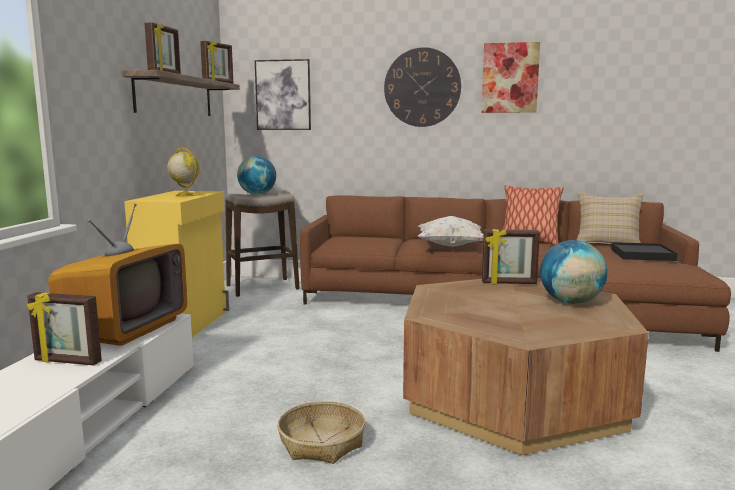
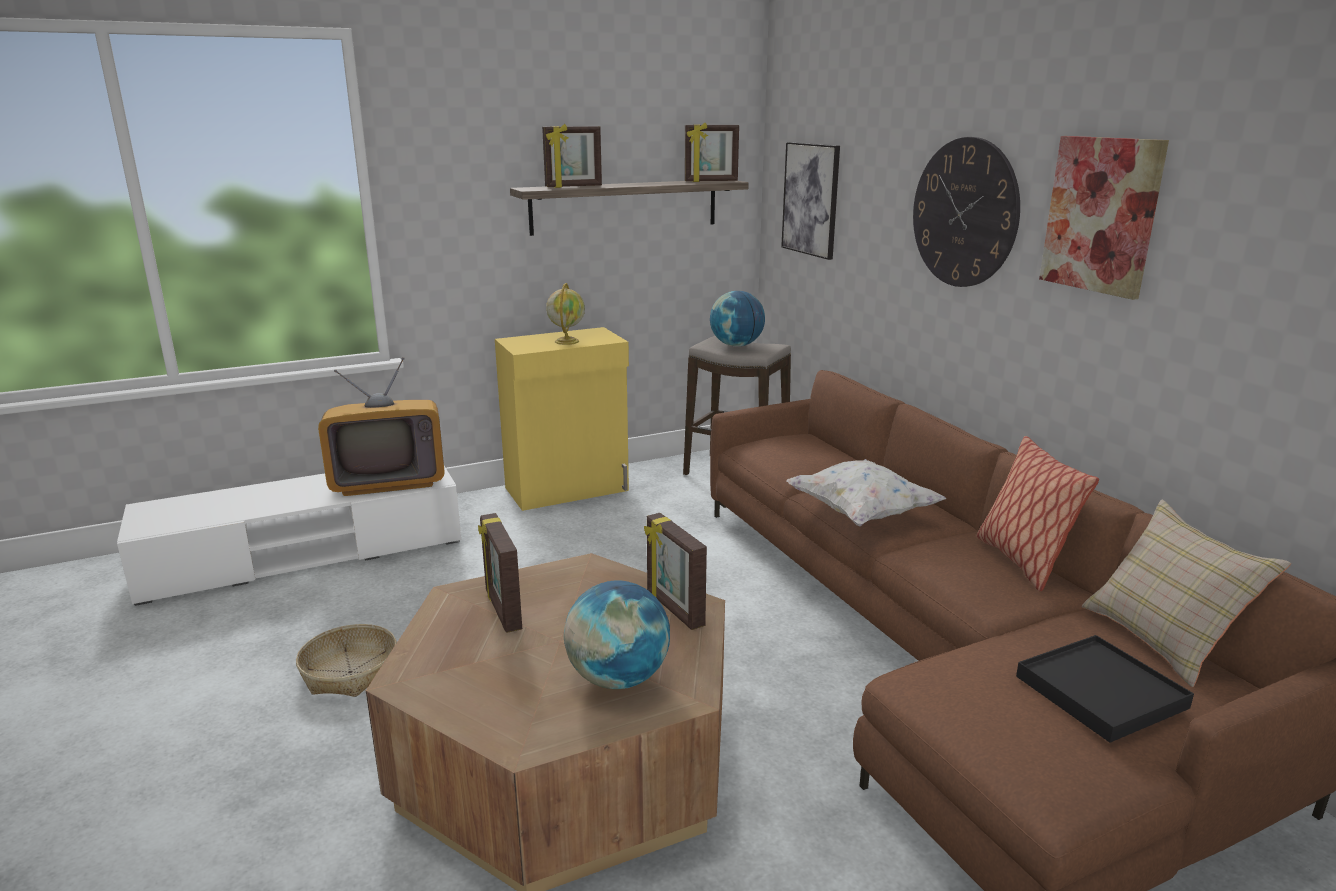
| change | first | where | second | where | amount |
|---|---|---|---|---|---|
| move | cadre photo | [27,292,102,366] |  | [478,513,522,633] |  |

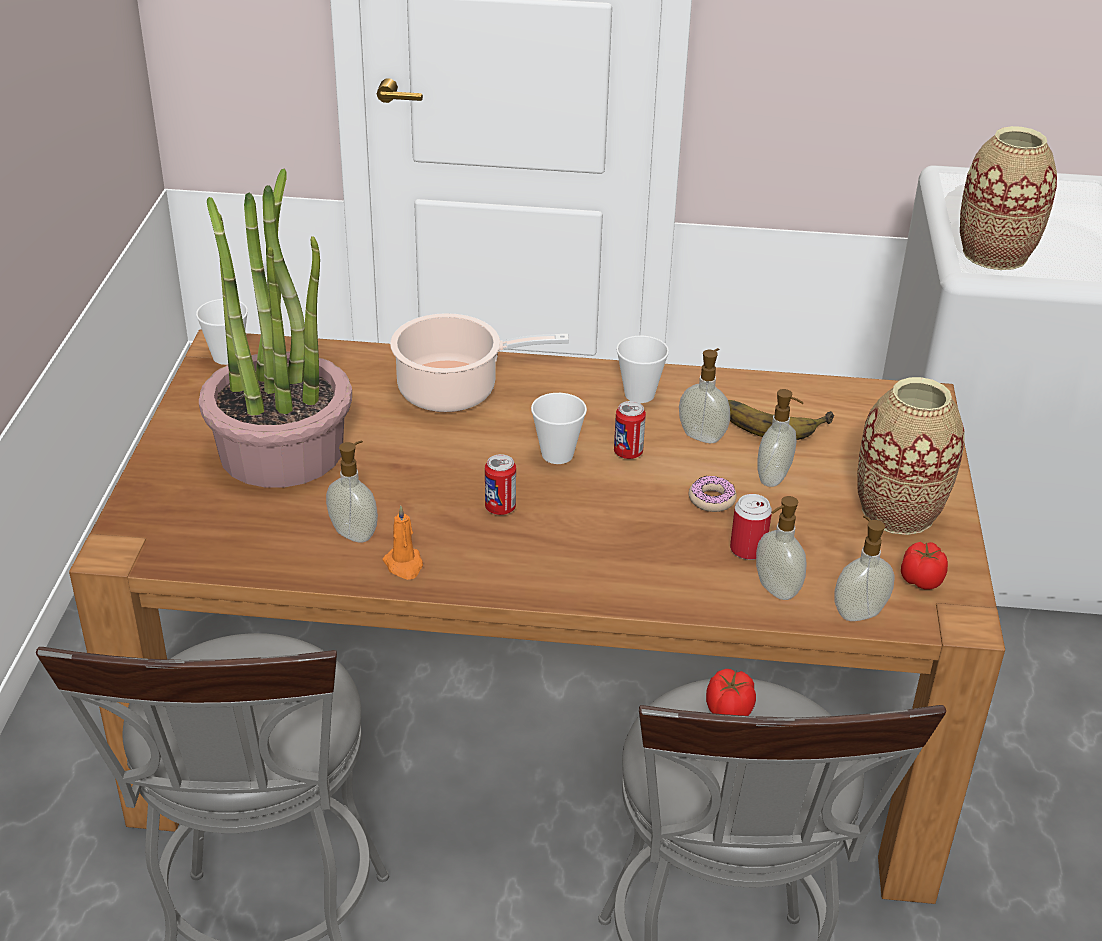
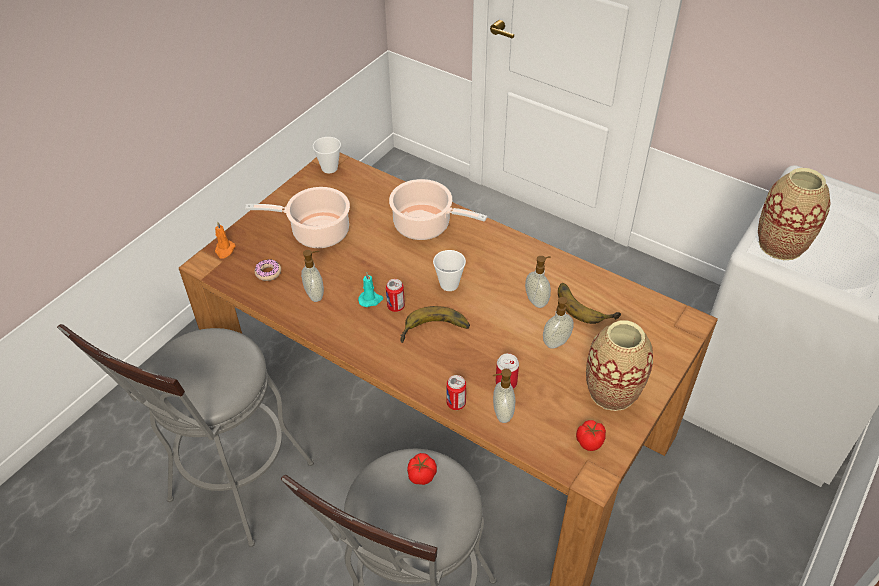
| change | first | where | second | where | amount |
|---|---|---|---|---|---|
| move | bougie/orange | [383,505,423,580] |  | [215,221,236,259] |  |
| replace | plante en pot | [199,168,352,488] | marmite | [245,187,350,248] |  |
| move | beignet | [689,476,737,512] |  | [255,259,281,281] |  |
| insert |  |  | bougie/turquoise | [358,272,383,307] |  |
| insert |  |  | banane | [400,306,470,343] |  |
| move | boîte métallique | [614,401,646,459] |  | [446,375,466,410] |  |
| delete | tasse | [616,335,669,403] |  |  |  |
| delete | distributeur de savon | [834,516,895,621] |  |  |  |

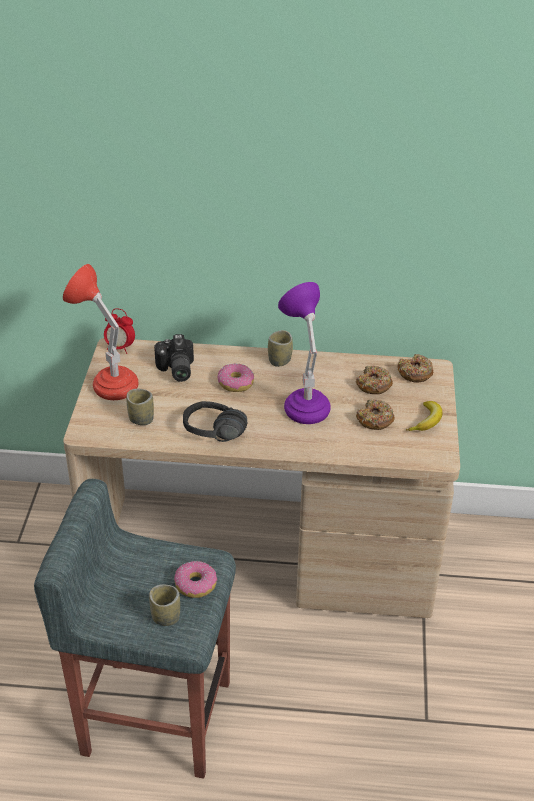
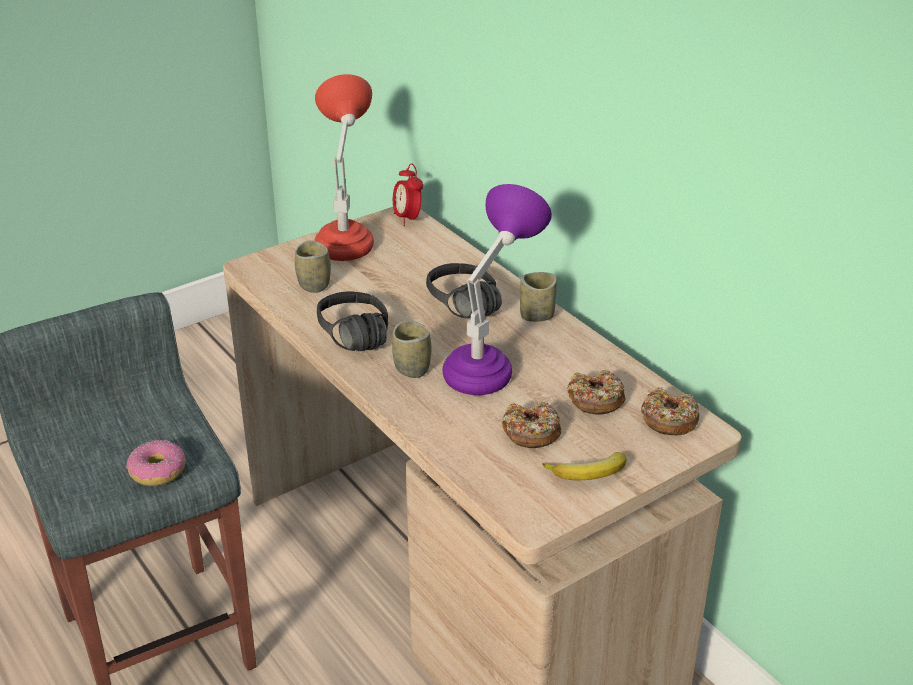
| change | first | where | second | where | amount |
|---|---|---|---|---|---|
| move | tasse | [149,584,180,626] |  | [392,320,431,378] |  |
| replace | beignet | [217,364,254,392] | casque audio/noir | [426,263,502,319] |  |
| delete | appareil photo | [154,334,194,382] |  |  |  |

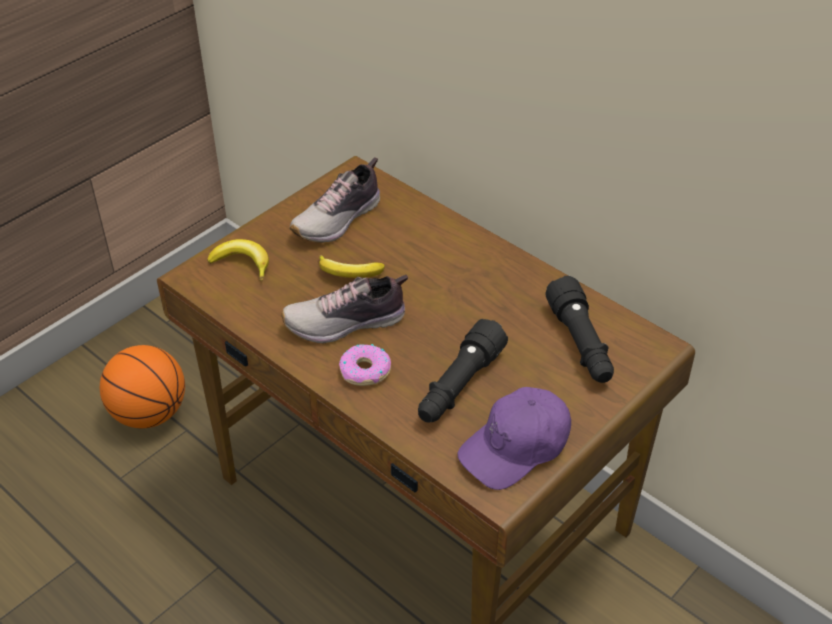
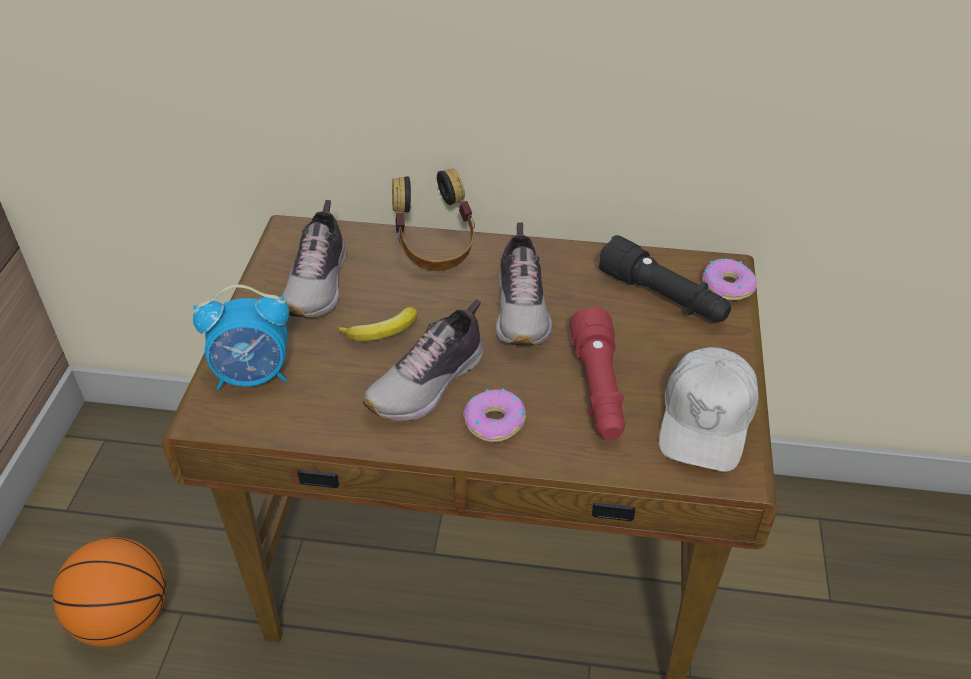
| change | first | where | second | where | amount |
|---|---|---|---|---|---|
| replace | banane | [207,239,269,281] | réveil | [193,284,289,390] |  |
| insert |  |  | casque audio | [392,168,475,271] |  |
| insert |  |  | chaussure | [496,223,552,346] |  |
| recolor | lampe de poche/noir | [418,319,508,423] | lampe de poche/rouge | [569,307,625,440] |  |
| recolor | casquette/violet | [457,387,571,490] | casquette/blanc | [659,347,758,472] |  |
| insert |  |  | beignet | [702,258,757,301] |  |

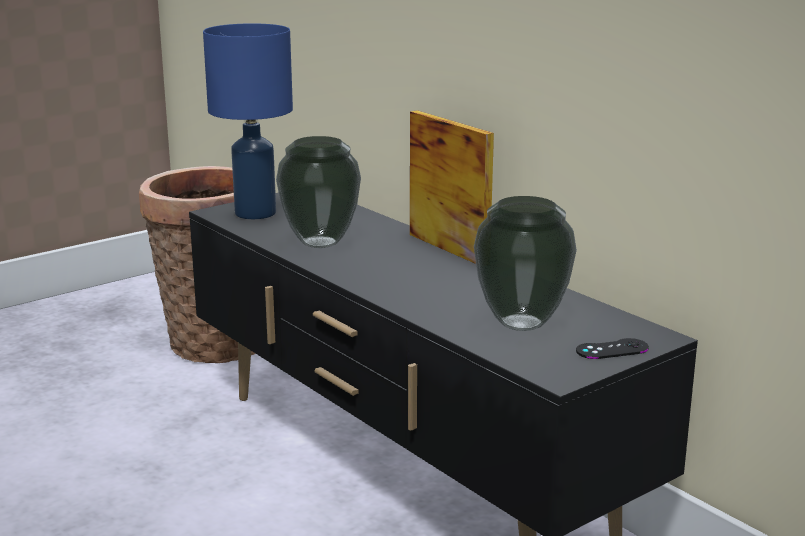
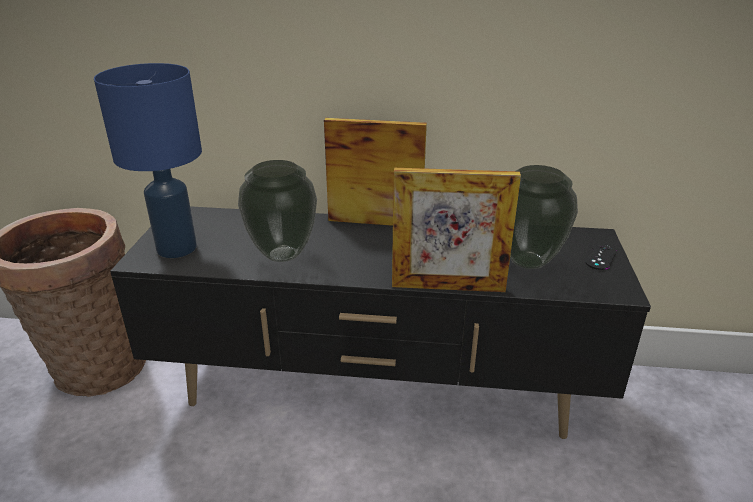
| change | first | where | second | where | amount |
|---|---|---|---|---|---|
| insert |  |  | cadre photo | [392,168,521,292] |  |

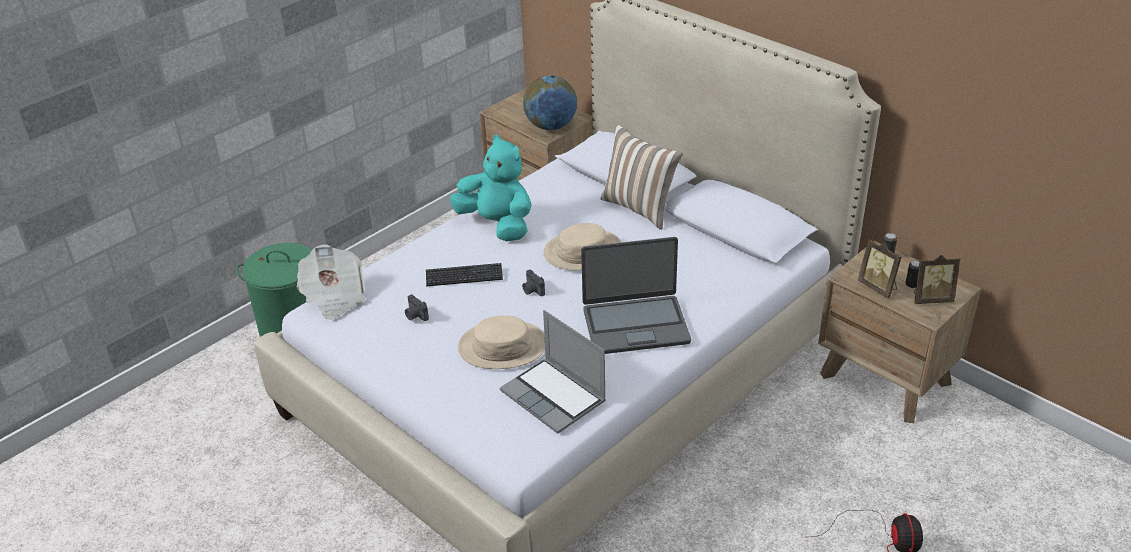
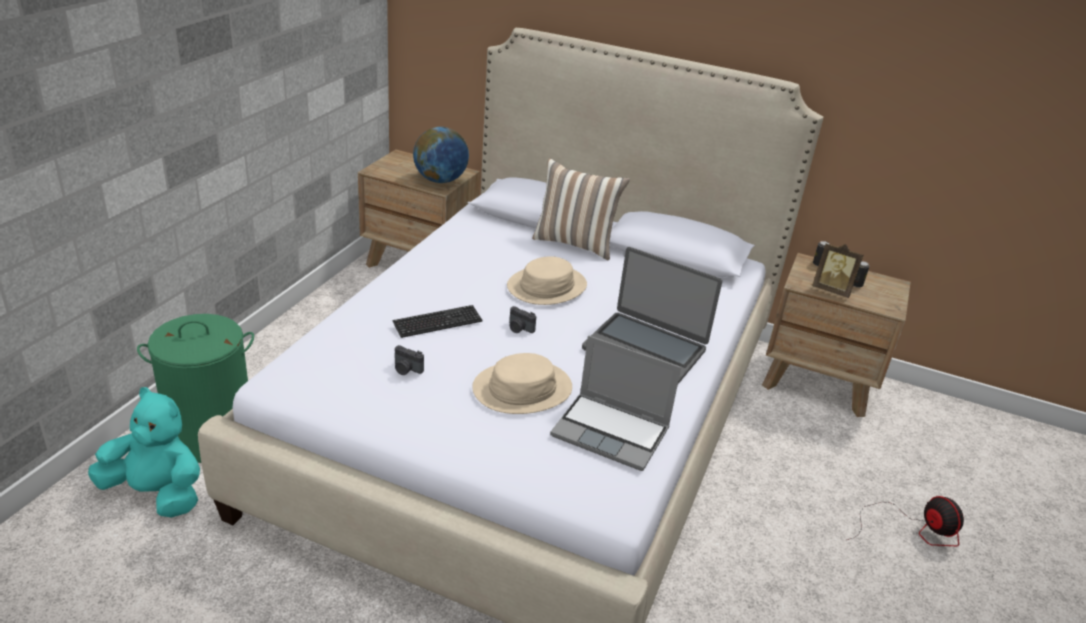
| change | first | where | second | where | amount |
|---|---|---|---|---|---|
| move | peluche/turquoise | [450,135,532,241] |  | [88,387,200,517] |  |
| rotate | ordinateur portable | [581,237,691,354] |  | [582,247,722,384] | 60 degrees clockwise |
| delete | journal | [297,244,365,320] |  |  |  |
| delete | cadre photo | [914,255,960,304] |  |  |  |

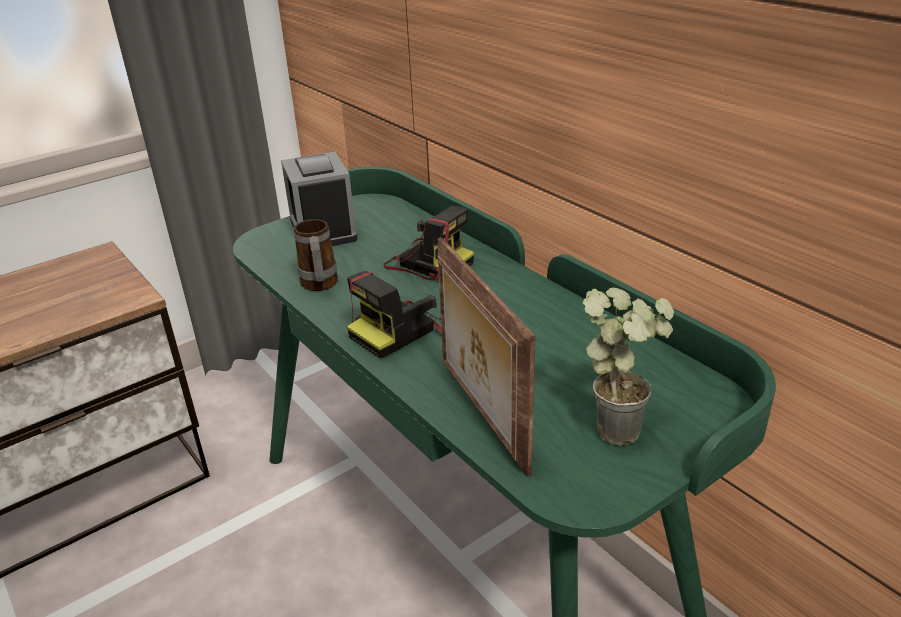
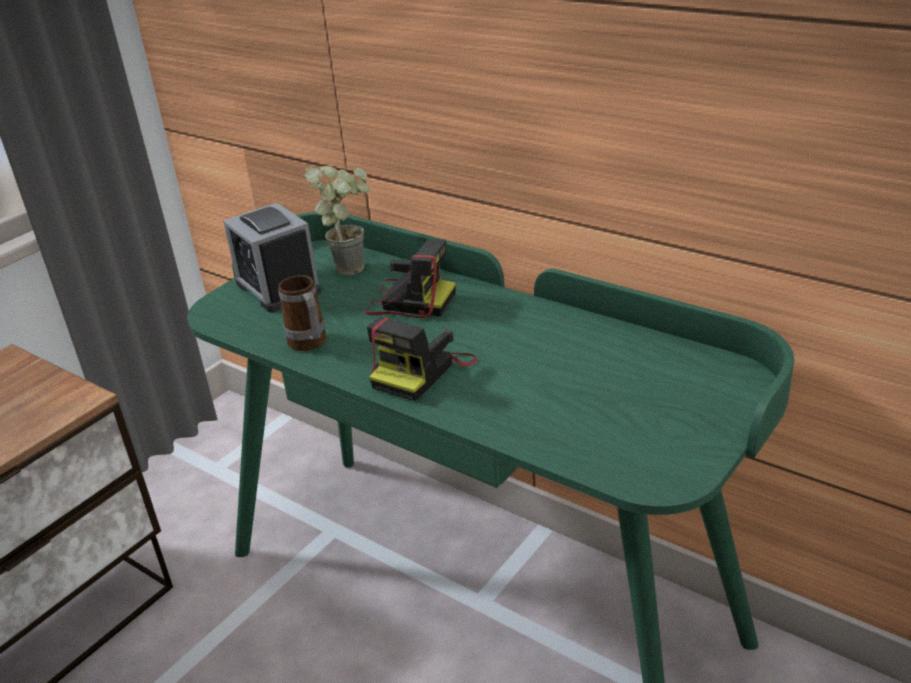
| change | first | where | second | where | amount |
|---|---|---|---|---|---|
| move | plante en pot | [583,287,674,446] |  | [304,166,370,275] |  |
| delete | cadre photo | [438,237,535,477] |  |  |  |

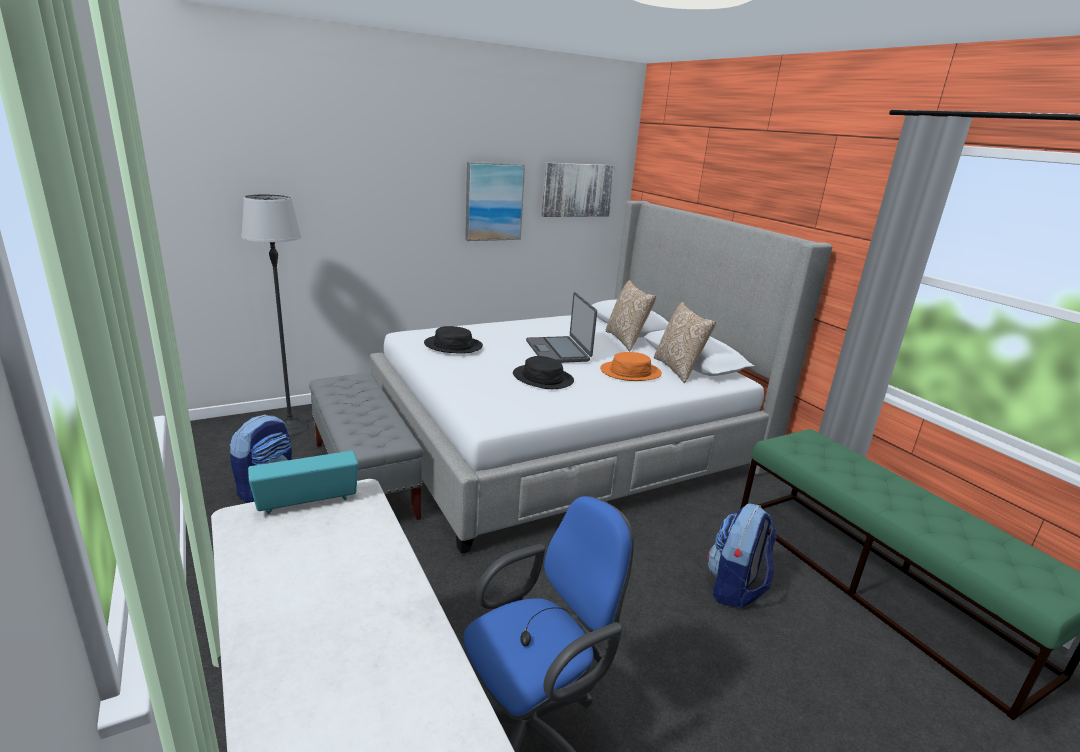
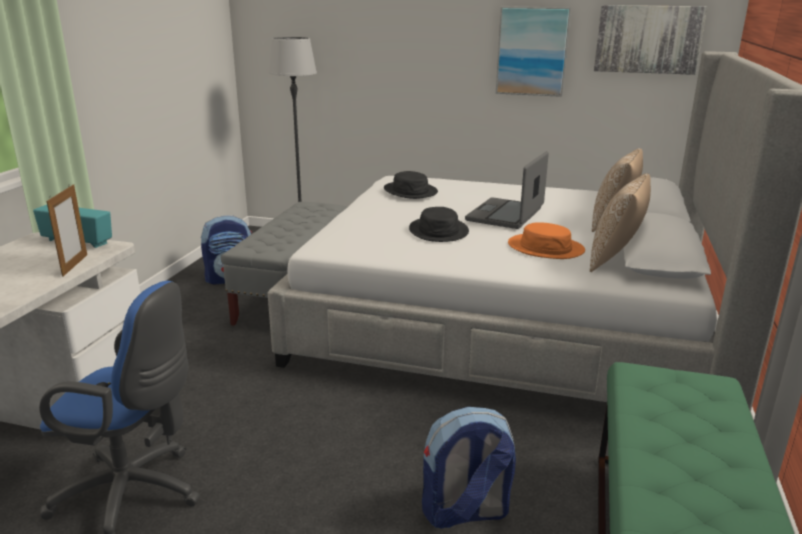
| change | first | where | second | where | amount |
|---|---|---|---|---|---|
| insert |  |  | cadre photo | [47,184,87,277] |  |

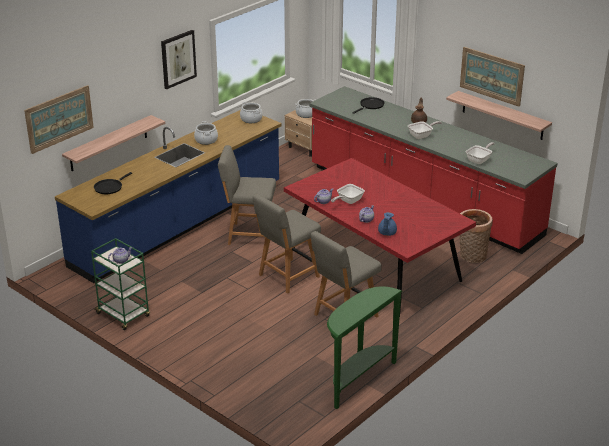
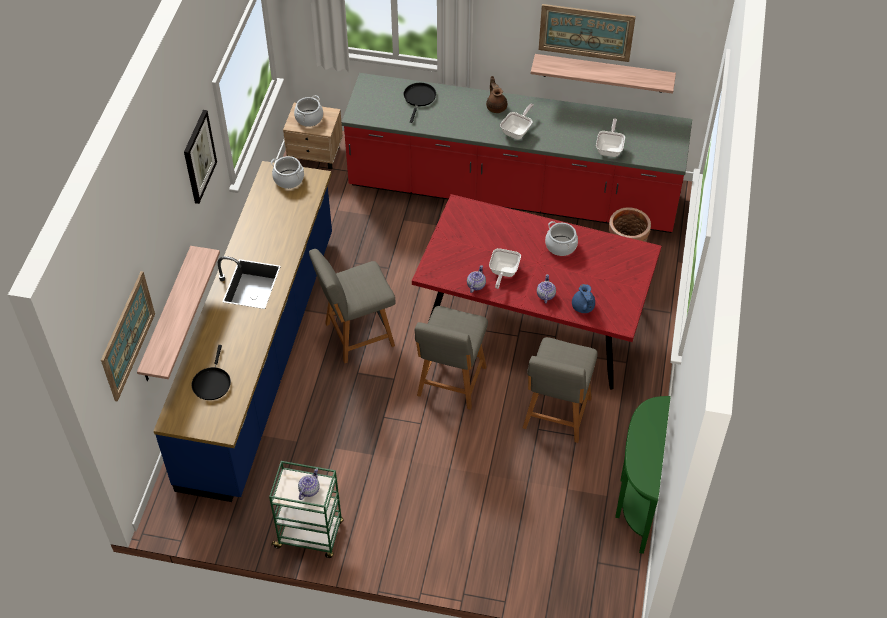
| change | first | where | second | where | amount |
|---|---|---|---|---|---|
| move | marmite | [194,121,218,145] |  | [545,221,578,256] |  |

